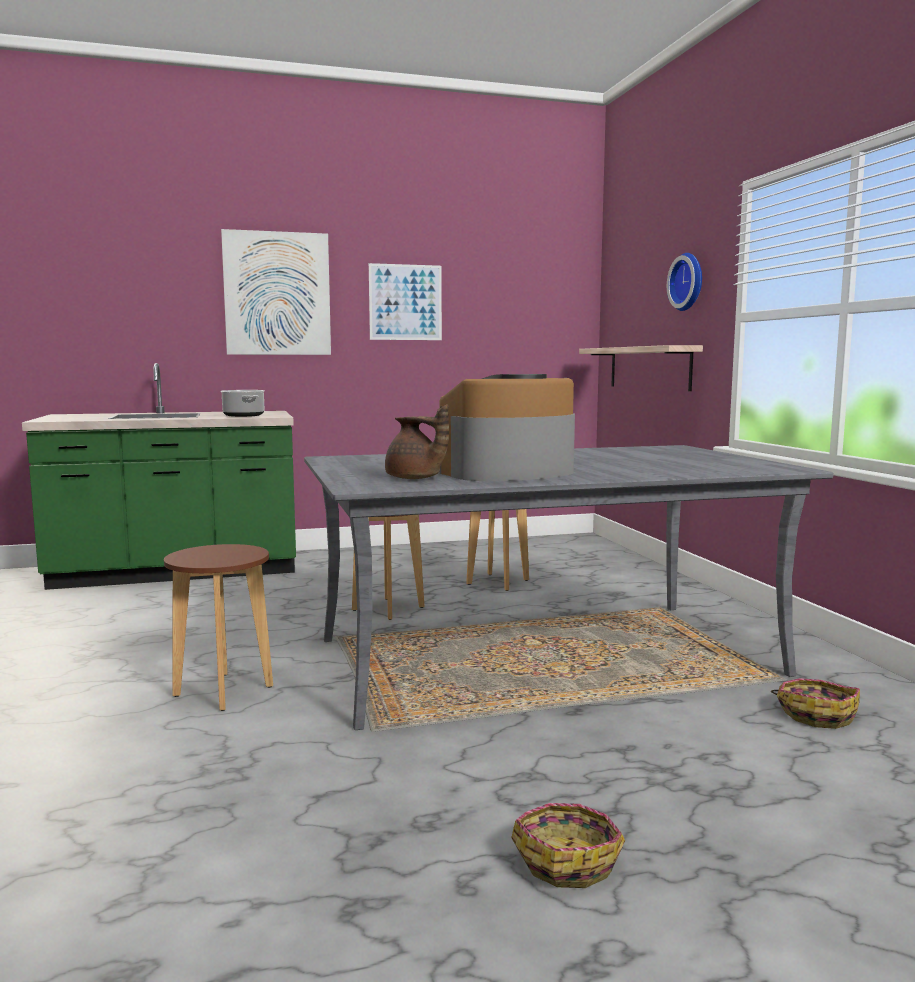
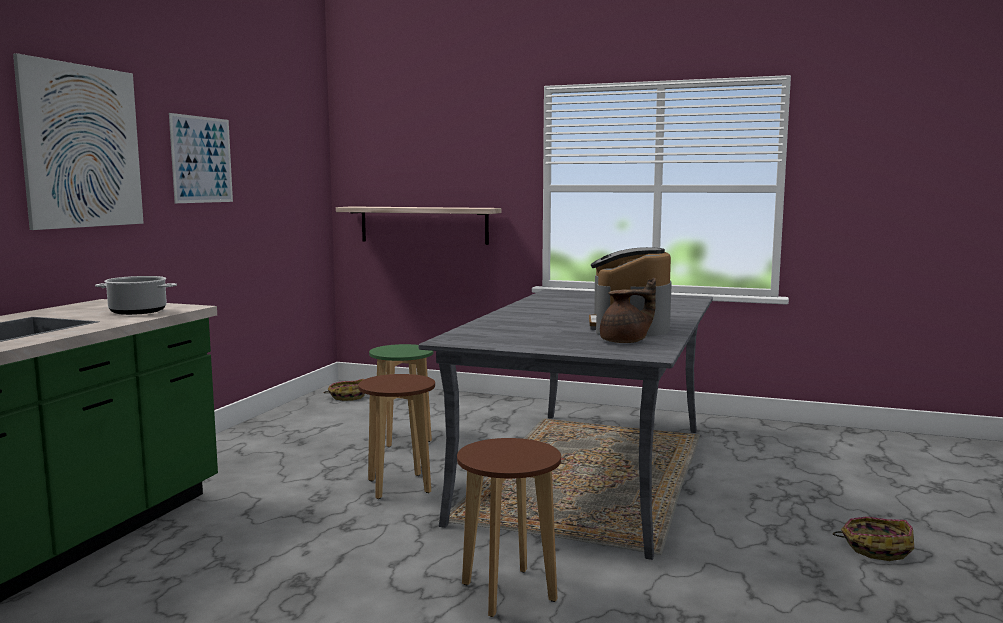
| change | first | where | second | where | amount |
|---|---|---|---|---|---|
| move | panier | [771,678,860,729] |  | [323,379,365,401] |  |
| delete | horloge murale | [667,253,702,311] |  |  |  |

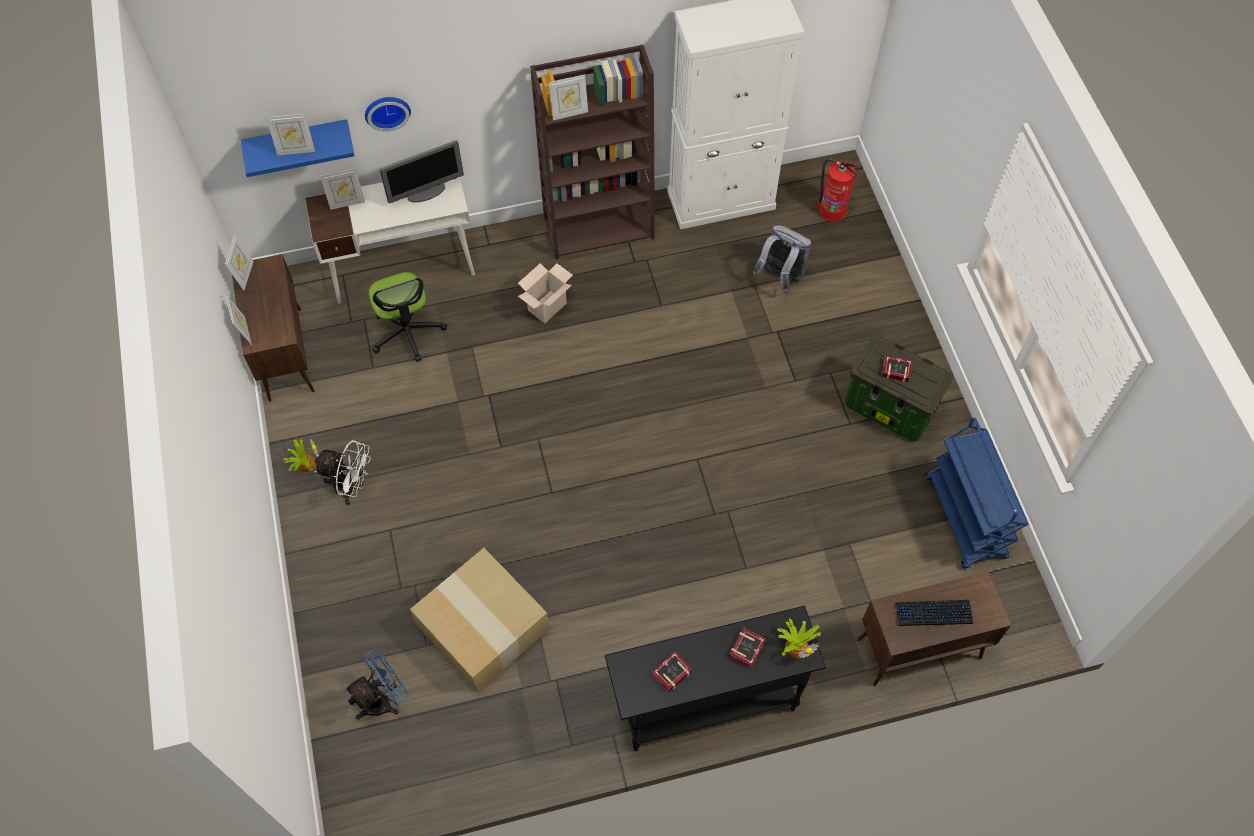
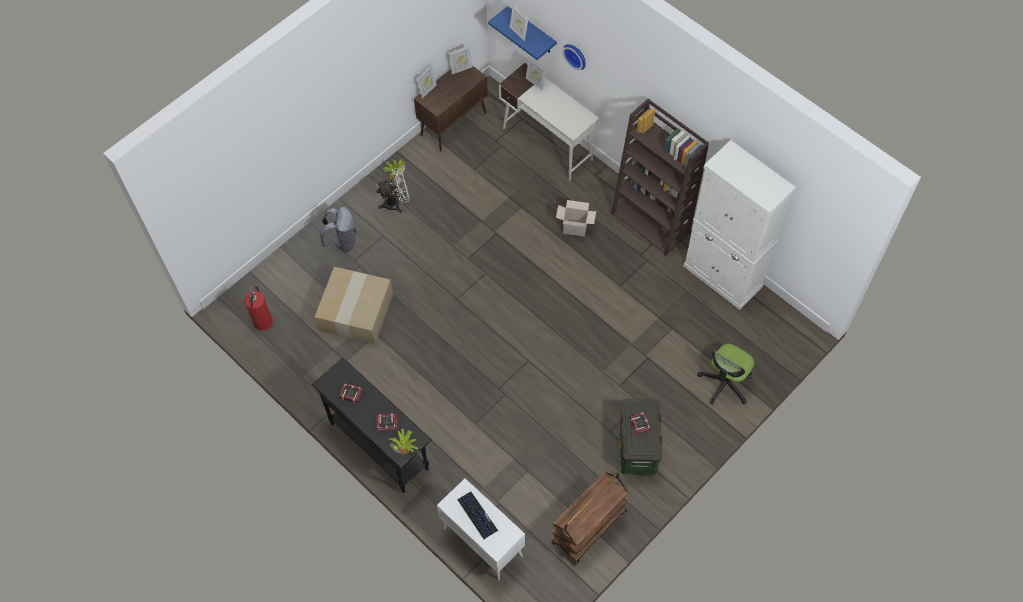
| change | first | where | second | where | amount |
|---|---|---|---|---|---|
| move | extincteur | [816,158,858,222] |  | [244,286,273,331] |  |
| move | sac à dos/gris | [753,225,812,293] |  | [320,207,357,252] |  |
| rotate | ventilateur/blanc | [314,440,371,505] |  | [376,168,409,213] | 90 degrees counterclockwise |
| recolor | meuble de rangement/marron | [857,571,1011,686] | meuble de rangement/blanc | [437,478,525,581] |  |
| recolor | chariot/bleu | [926,418,1029,569] | chariot/marron | [551,472,629,565] |  |
| move | chaise de bureau | [369,272,447,362] |  | [697,344,754,405] |  |
| delete | ventilateur/bleu | [345,649,409,720] |  |  |  |
| delete | écran d'ordinateur | [379,140,464,204] |  |  |  |
| delete | cadre photo | [549,74,588,120] |  |  |  |

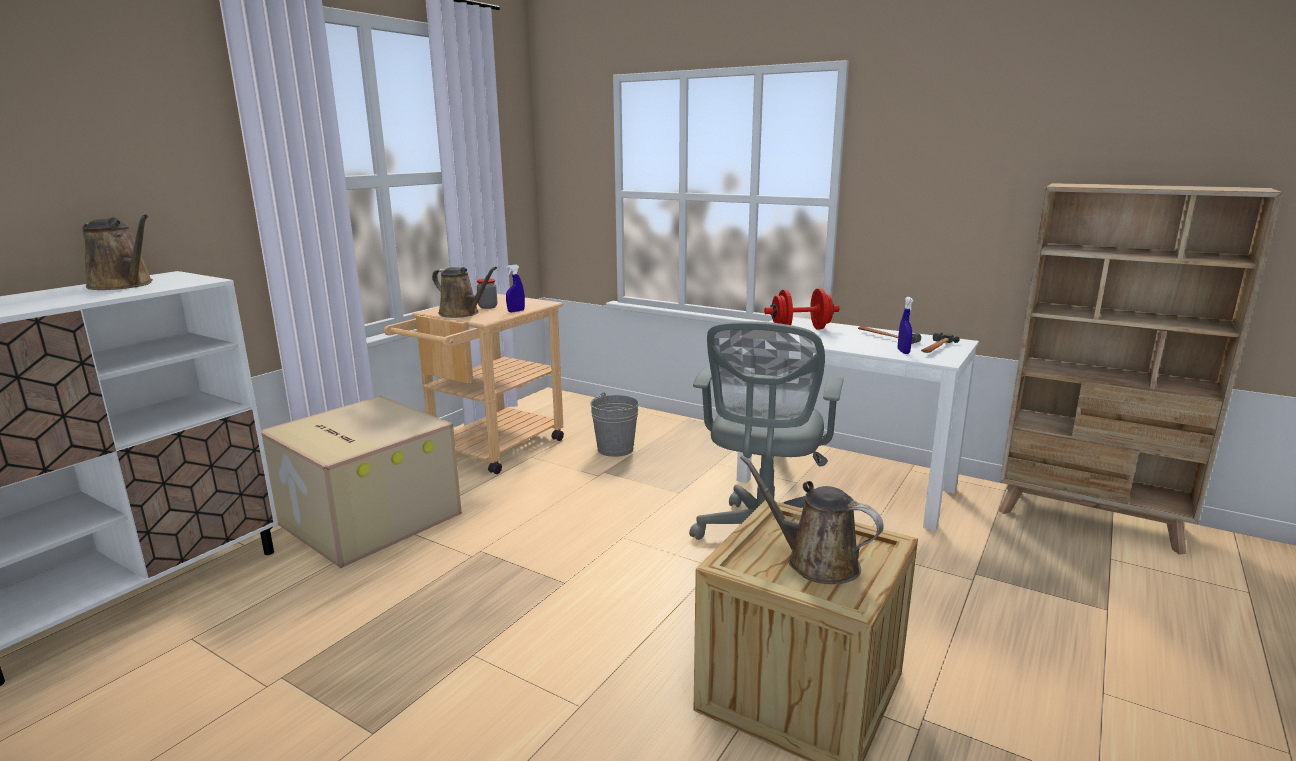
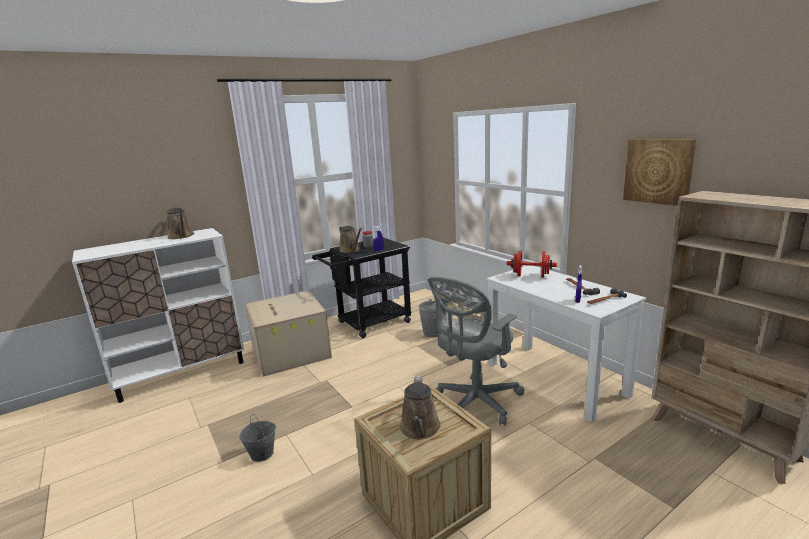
| change | first | where | second | where | amount |
|---|---|---|---|---|---|
| insert |  |  | seau/gris | [240,414,276,462] |  |
| recolor | chariot/beige | [384,294,564,474] | chariot/noir | [312,238,412,338] |  |
| rotate | arrosoir/marron | [740,455,884,584] |  | [400,376,441,439] | 150 degrees counterclockwise |
| insert |  |  | tableau | [623,139,696,206] |  |

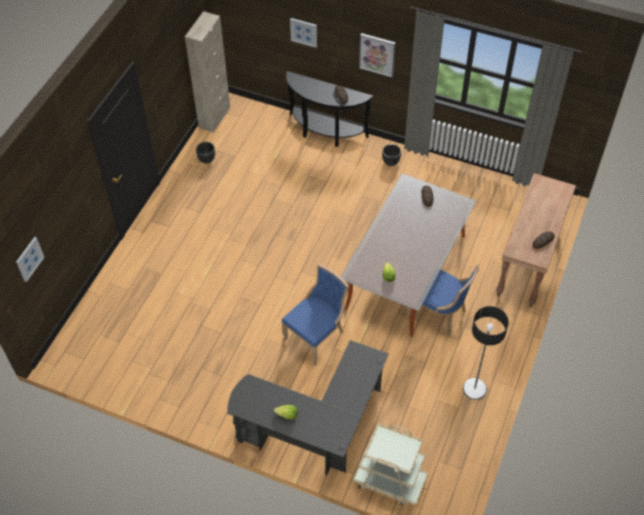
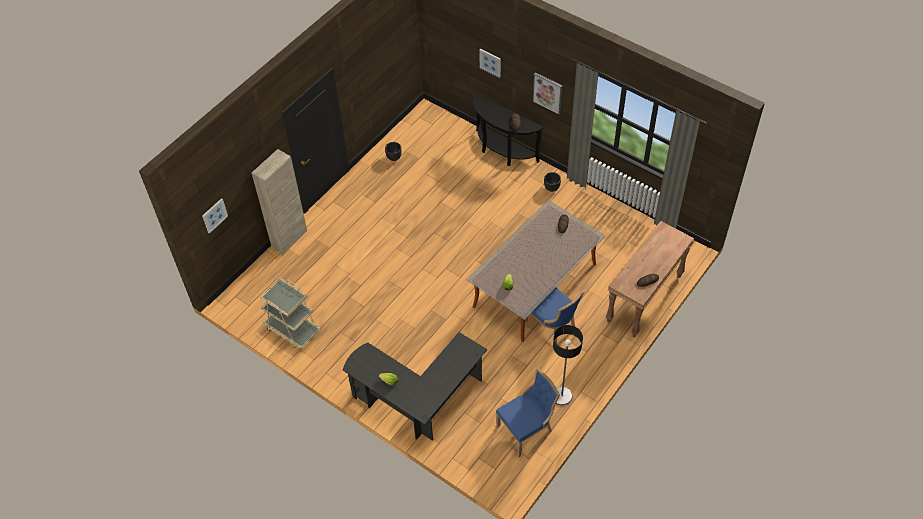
| change | first | where | second | where | amount |
|---|---|---|---|---|---|
| move | meuble de rangement/beige | [185,11,230,132] |  | [252,149,307,254] |  |
| move | chariot/beige | [353,423,428,506] |  | [260,277,321,349] |  |
| move | chaise/bleu | [282,264,349,366] |  | [495,368,560,457] |  |

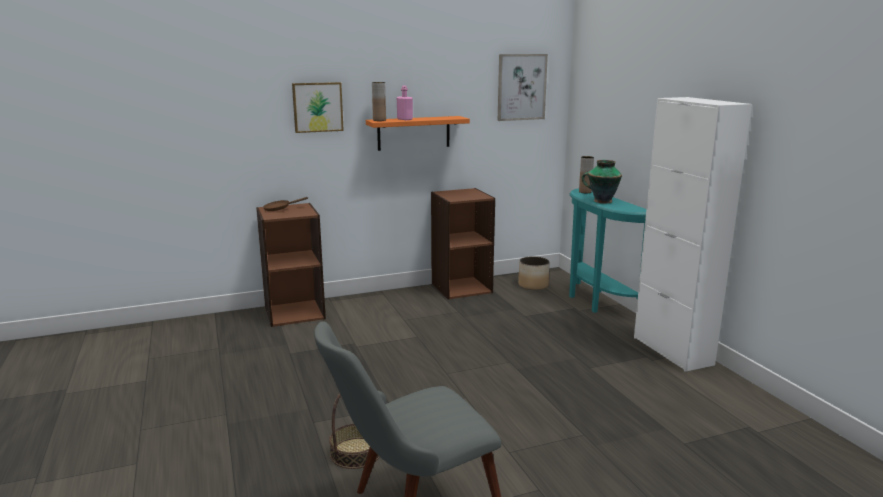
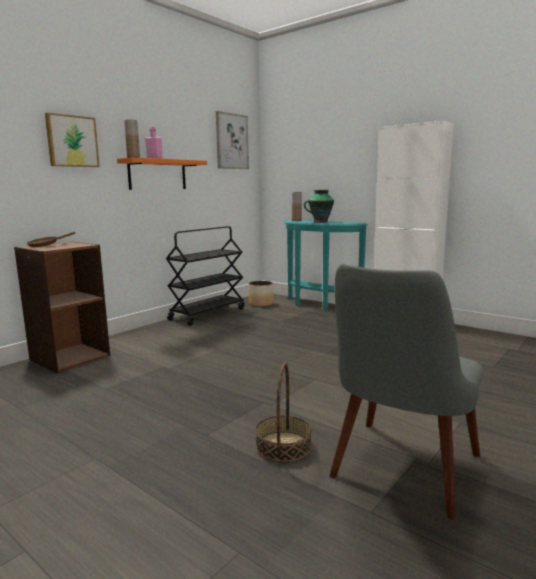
| change | first | where | second | where | amount |
|---|---|---|---|---|---|
| replace | bibliothèque/marron | [431,188,495,300] | chariot/noir | [166,226,245,326] |  |

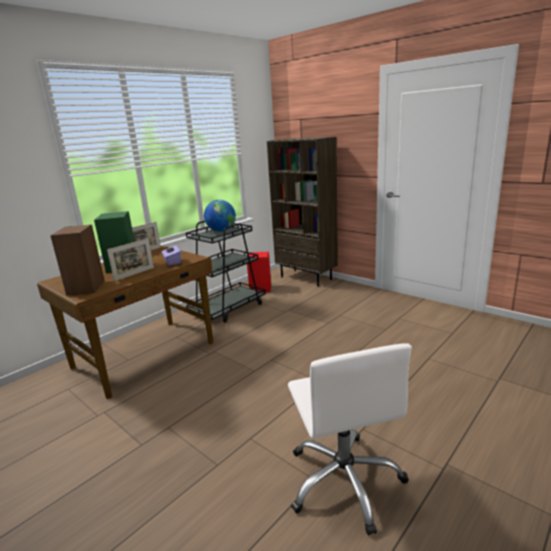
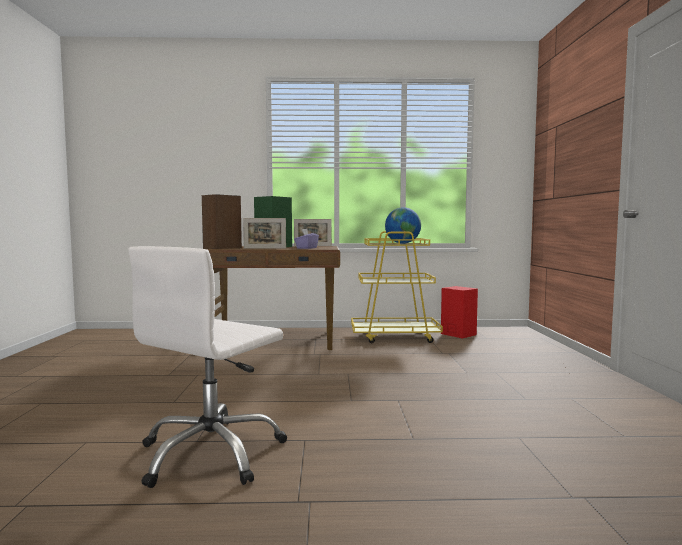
| change | first | where | second | where | amount |
|---|---|---|---|---|---|
| recolor | chariot/noir | [186,221,266,323] | chariot/jaune | [351,231,443,343] |  |
| delete | bibliothèque/marron | [267,137,338,287] |  |  |  |

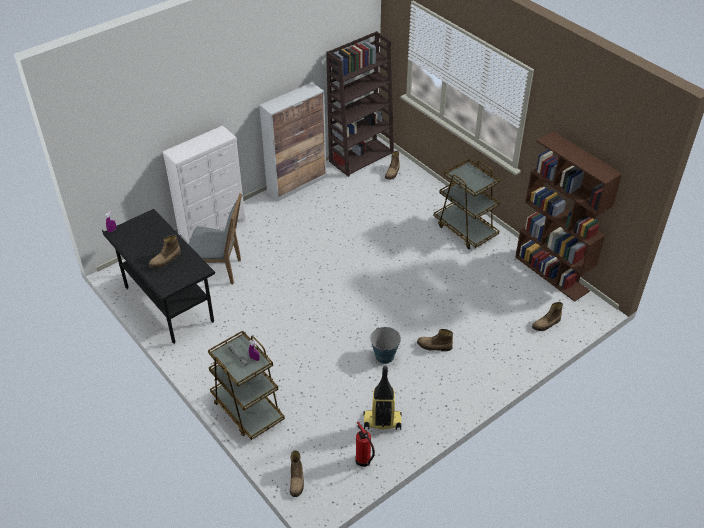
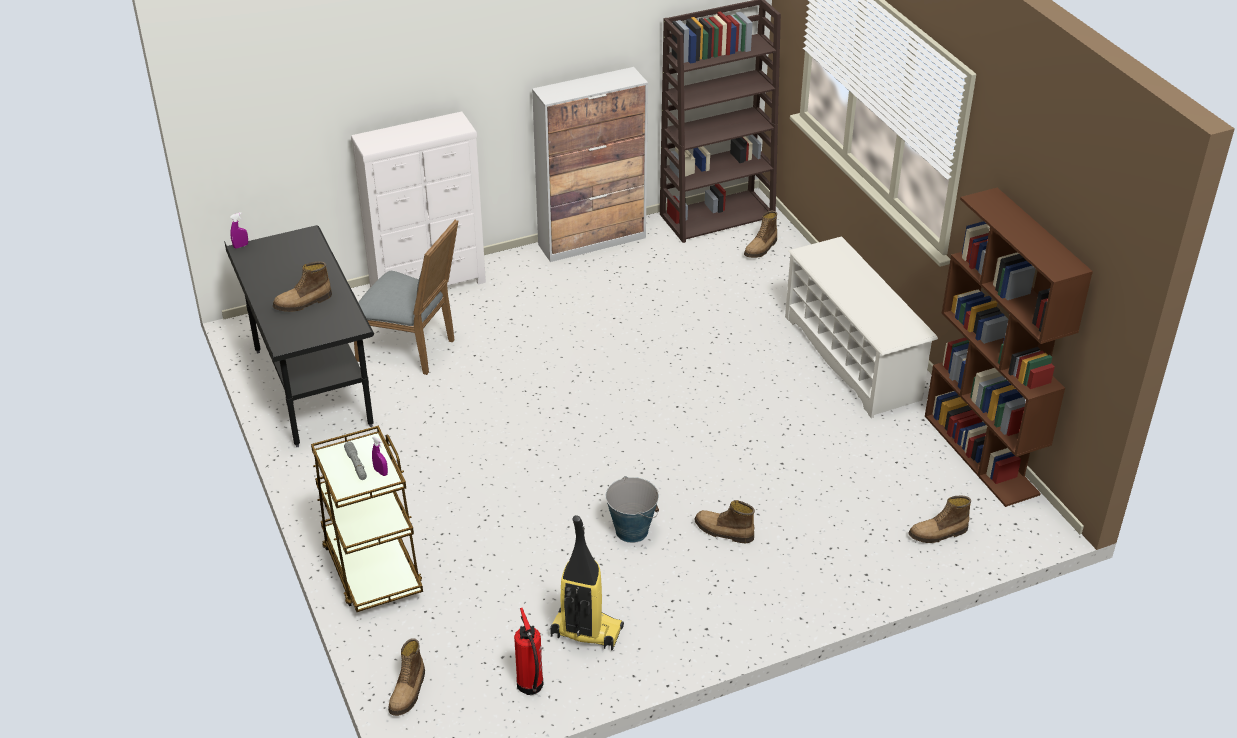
| change | first | where | second | where | amount |
|---|---|---|---|---|---|
| replace | chariot/marron | [434,159,500,249] | étagère à chaussures/blanc | [785,236,938,418] |  |

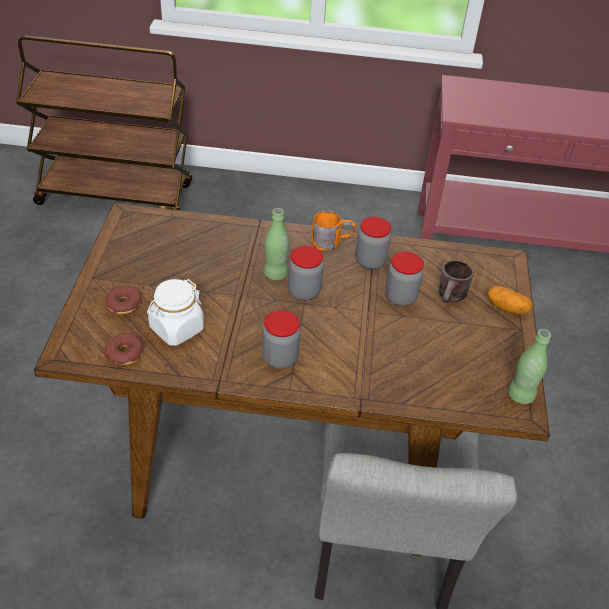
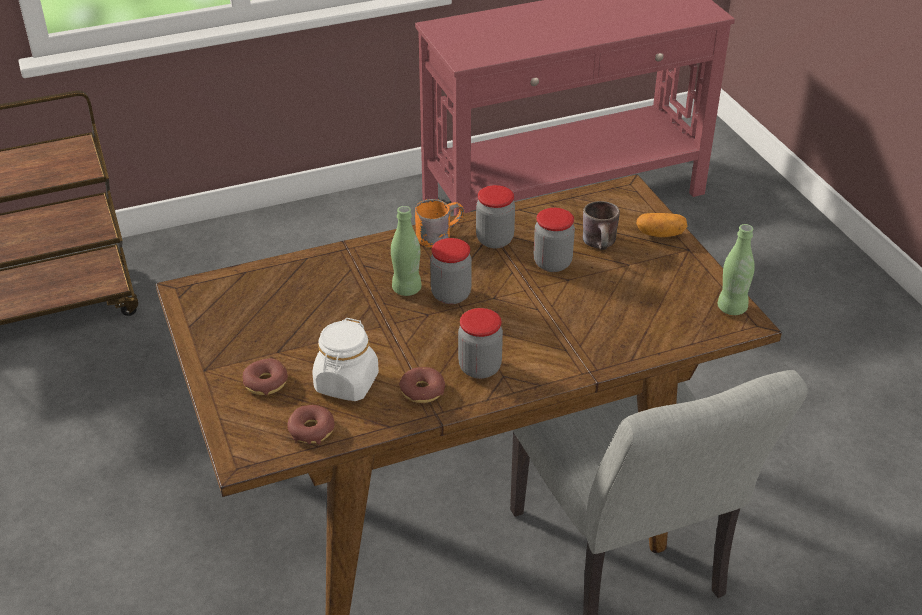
| change | first | where | second | where | amount |
|---|---|---|---|---|---|
| insert |  |  | beignet | [399,367,445,403] |  |

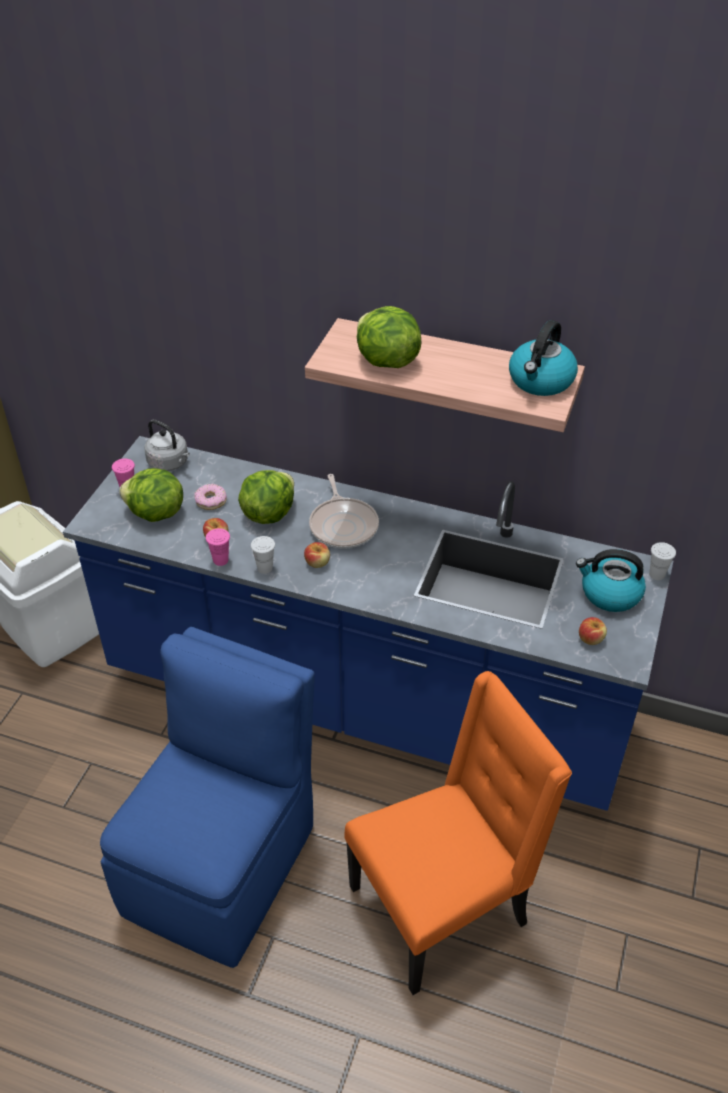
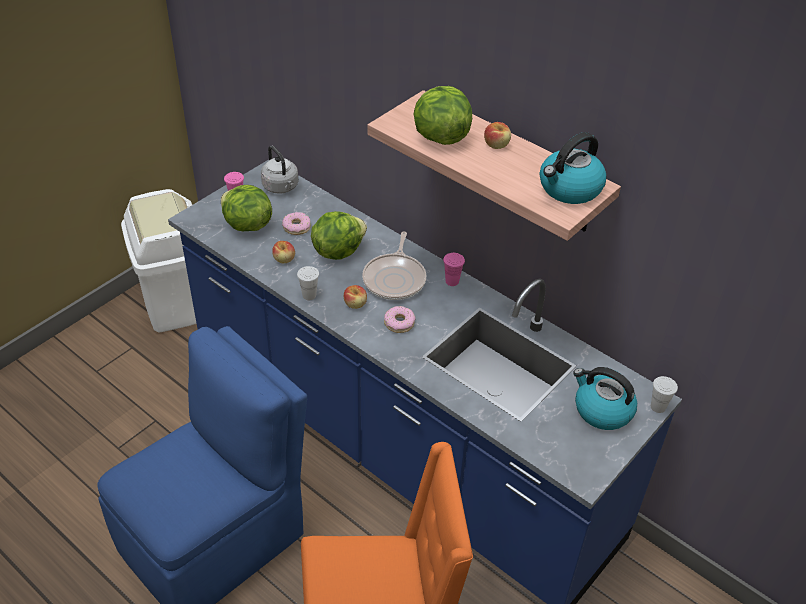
| change | first | where | second | where | amount |
|---|---|---|---|---|---|
| insert |  |  | beignet | [384,306,416,333] |  |
| move | tasse/rose | [206,528,230,566] |  | [443,253,465,286] |  |
| move | pomme | [579,617,607,645] |  | [484,122,511,149] |  |

